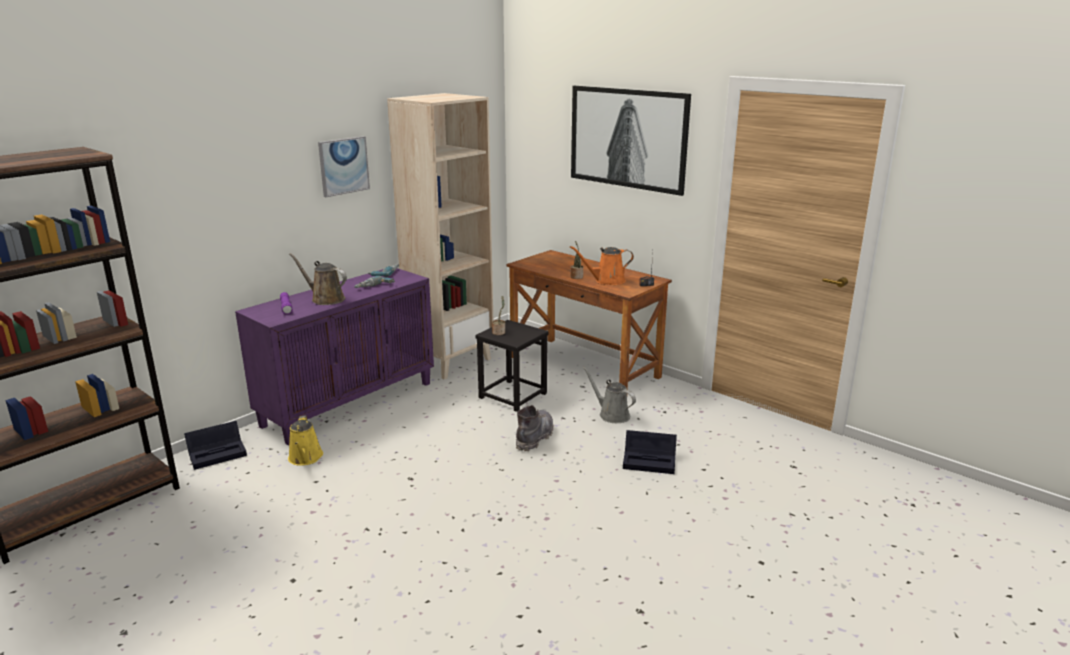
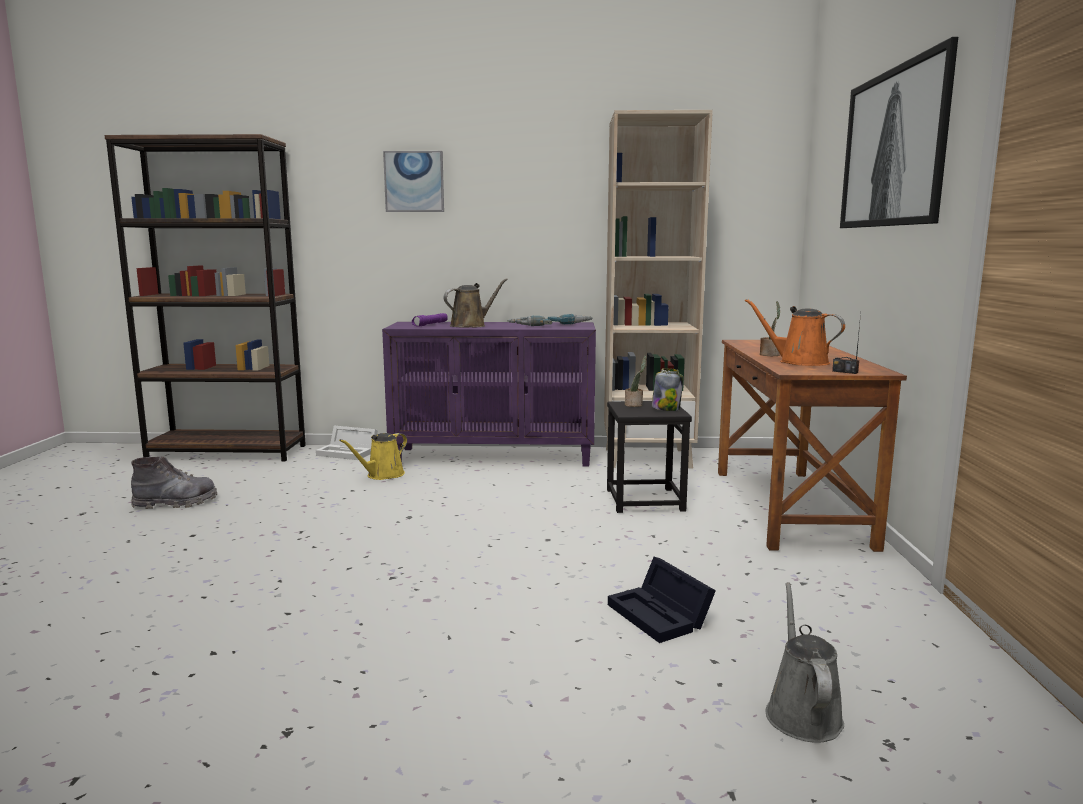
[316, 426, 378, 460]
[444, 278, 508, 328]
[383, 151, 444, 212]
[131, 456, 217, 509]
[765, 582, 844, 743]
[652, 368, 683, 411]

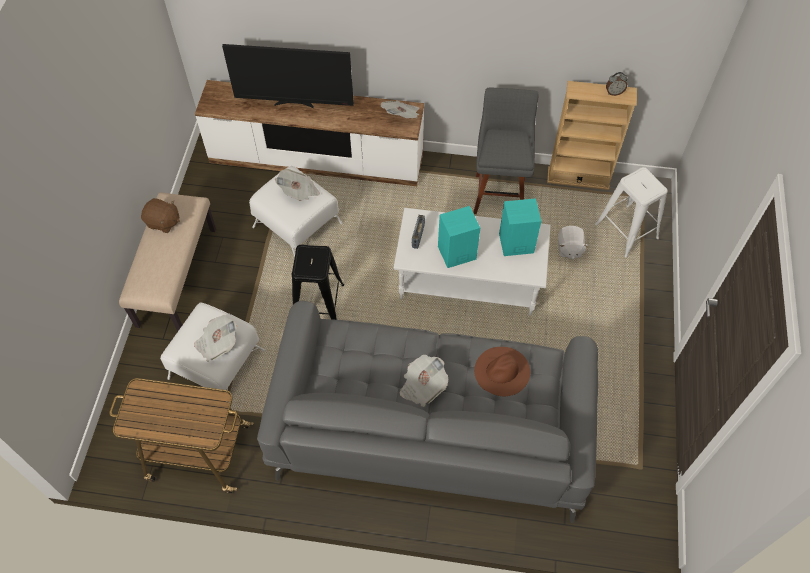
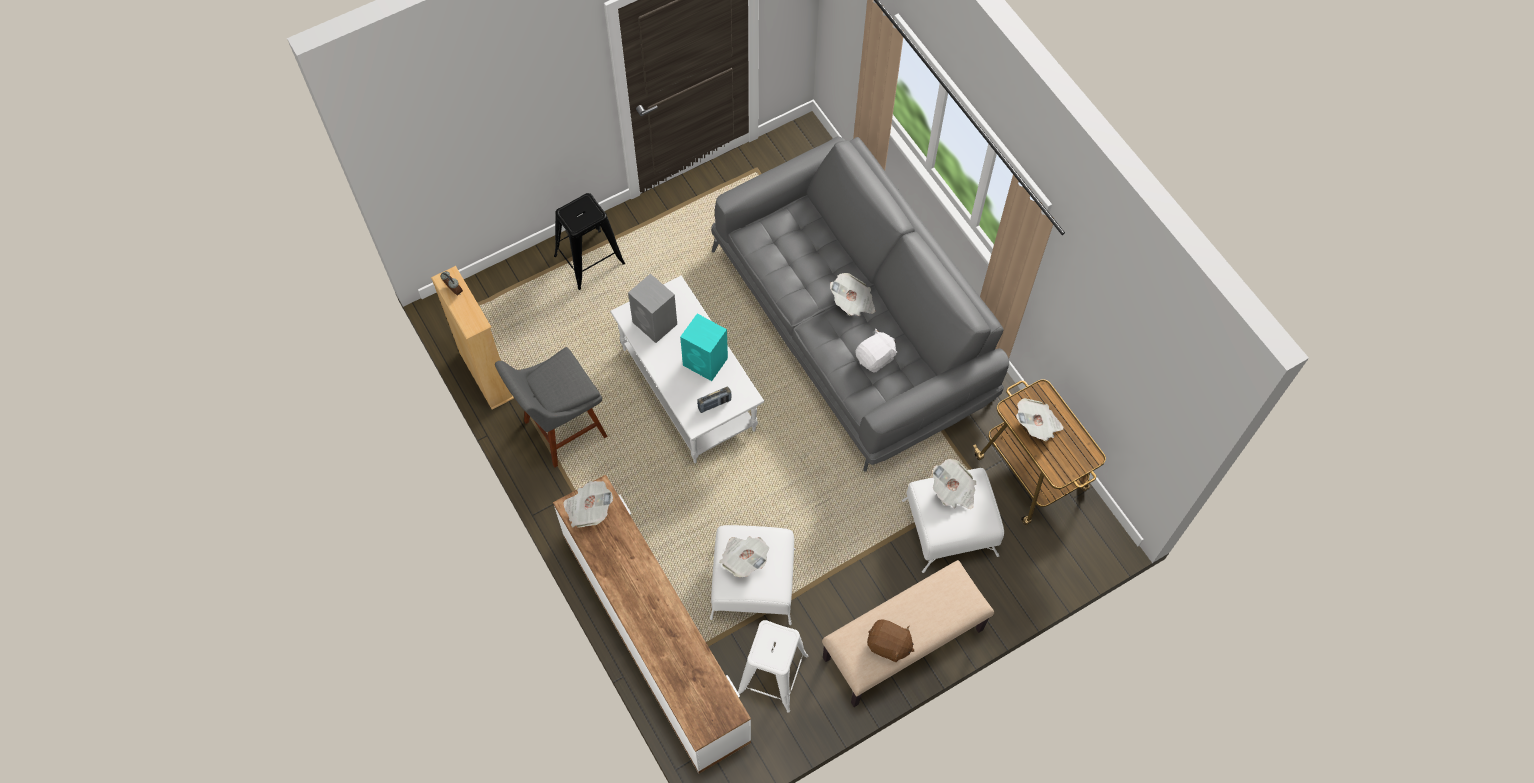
[867, 619, 914, 662]
[222, 44, 354, 108] (first image)
[554, 193, 625, 290]
[474, 347, 530, 396] (first image)
[628, 274, 677, 343]
[855, 328, 897, 373]
[738, 620, 808, 713]
[1016, 398, 1064, 441]

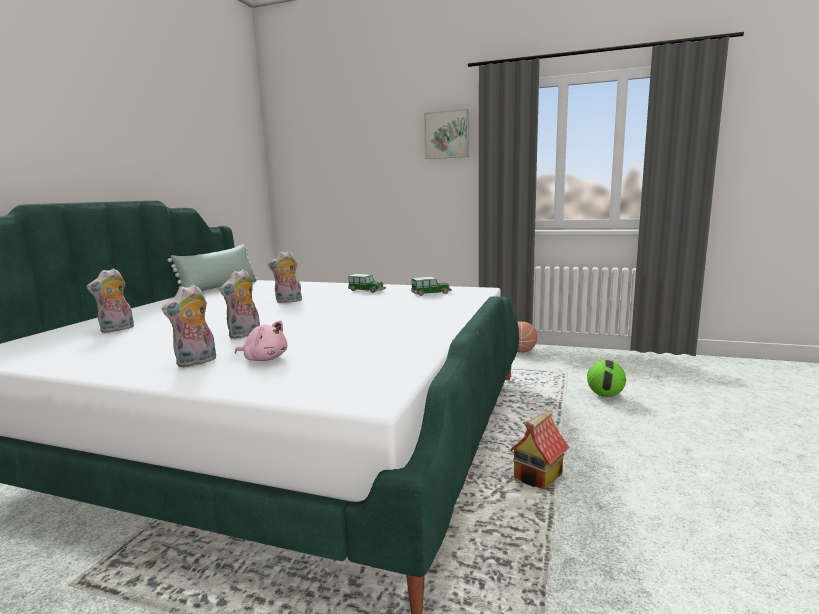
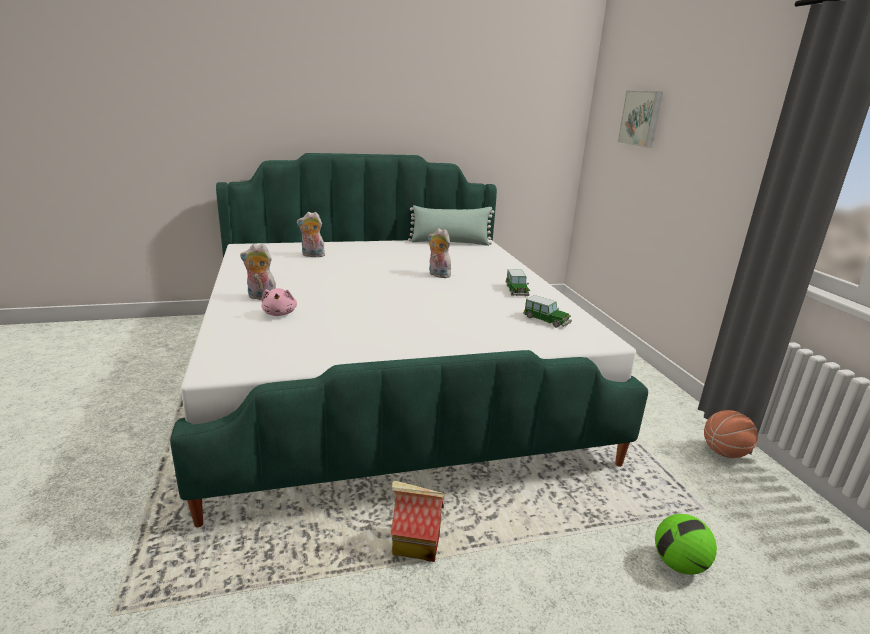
[219, 269, 260, 339] (first image)
[618, 91, 663, 148]

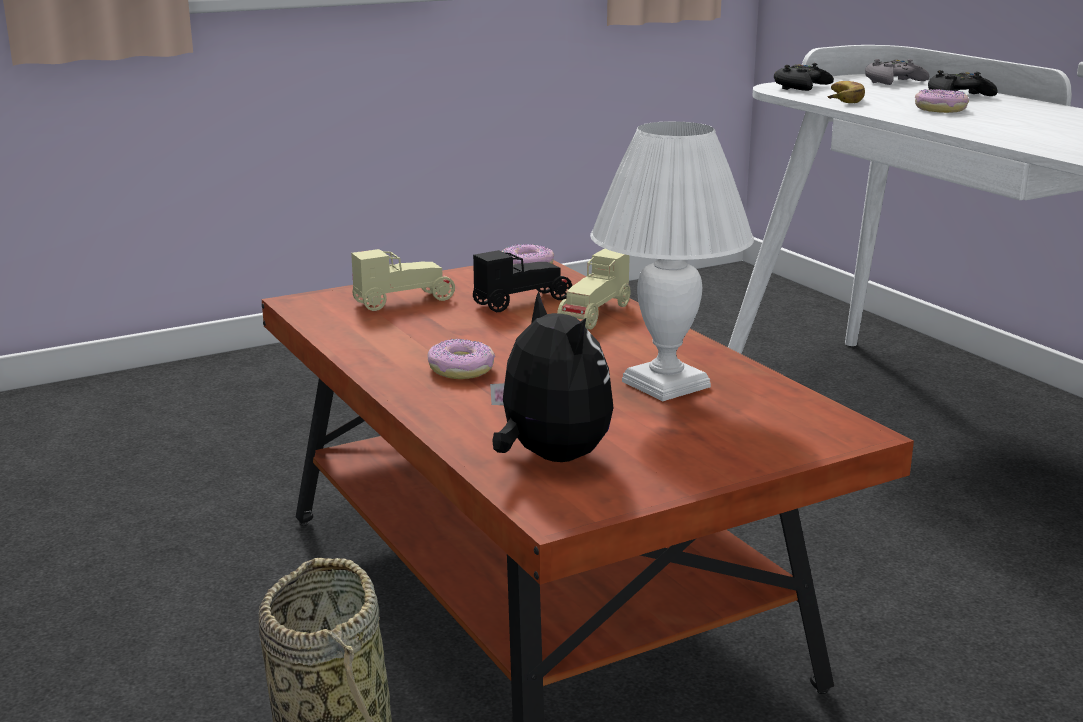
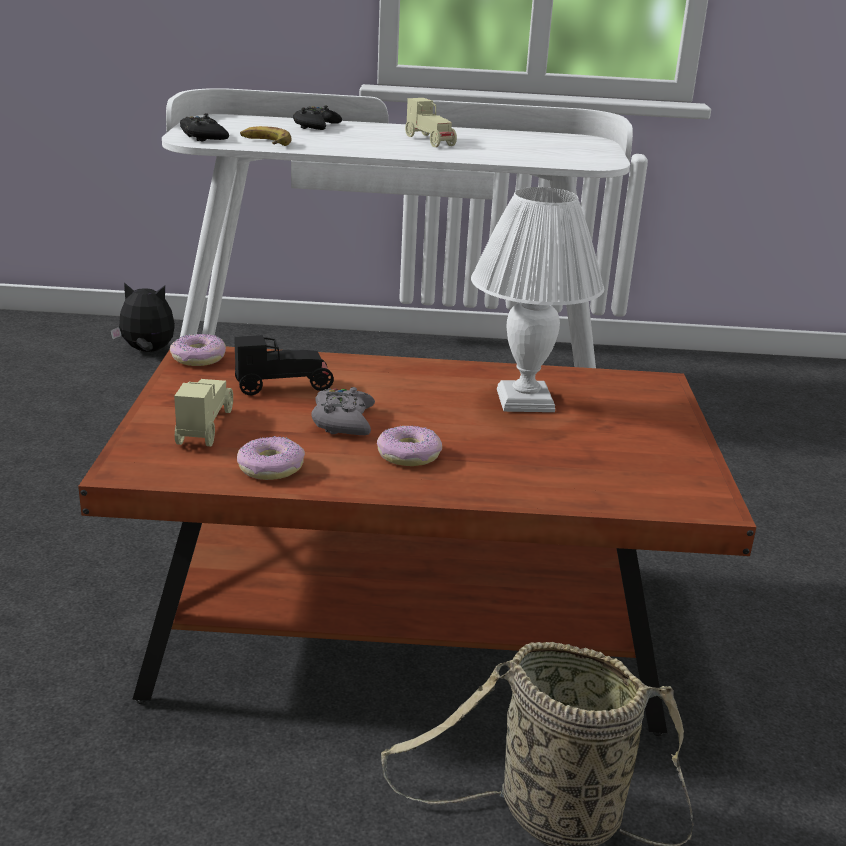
[234, 335, 334, 395]
[110, 282, 175, 352]
[405, 98, 457, 147]
[312, 387, 375, 435]
[237, 436, 305, 480]

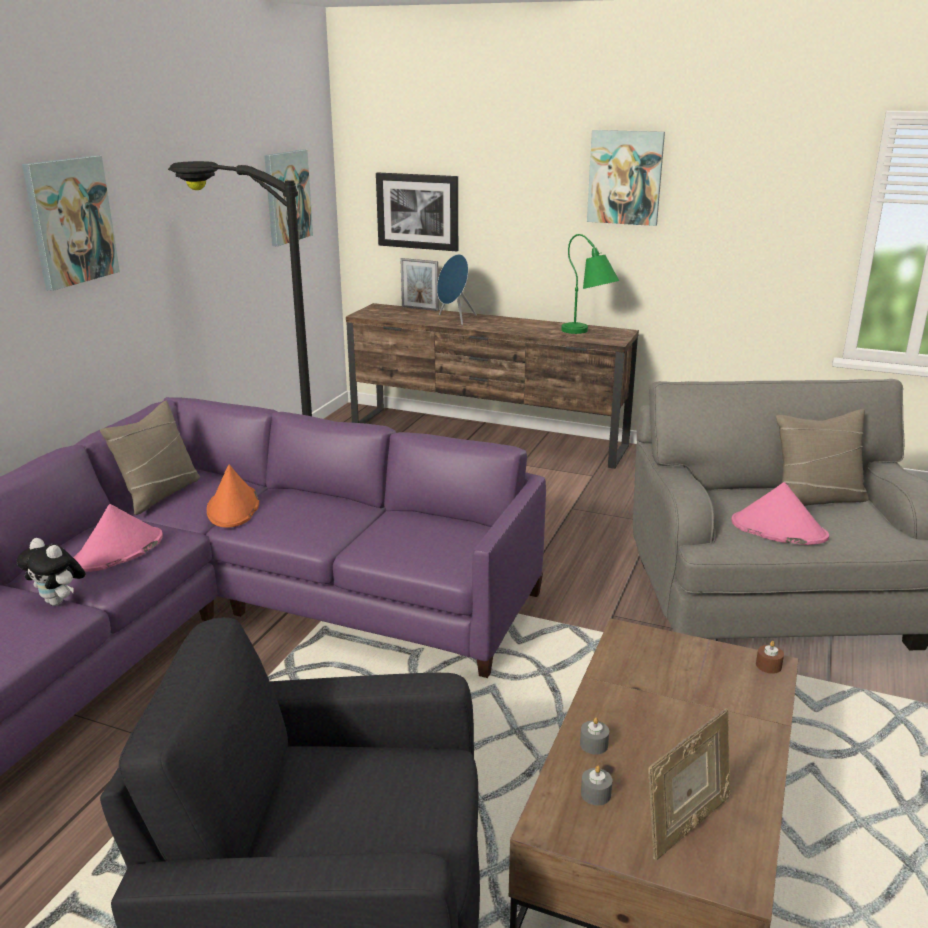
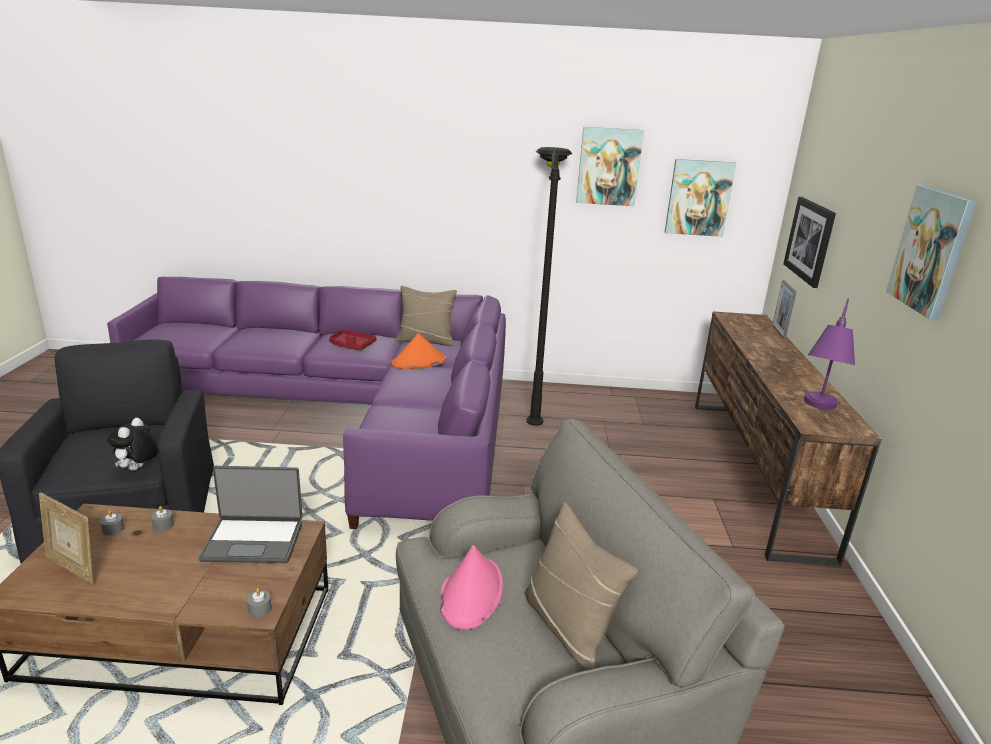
[107, 418, 158, 471]
[576, 127, 644, 206]
[329, 329, 376, 351]
[437, 254, 477, 325] (first image)
[804, 298, 855, 410]
[247, 588, 272, 618]
[198, 466, 303, 563]

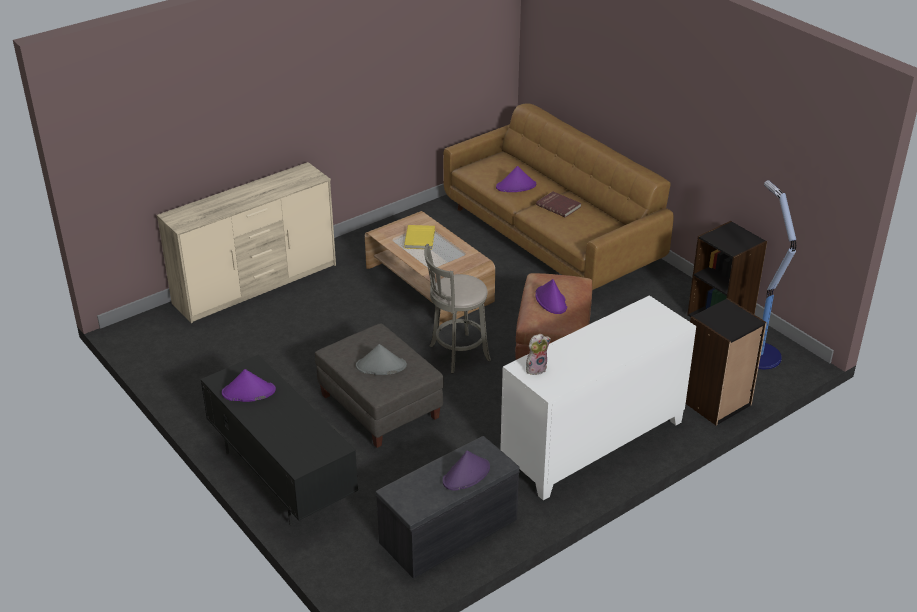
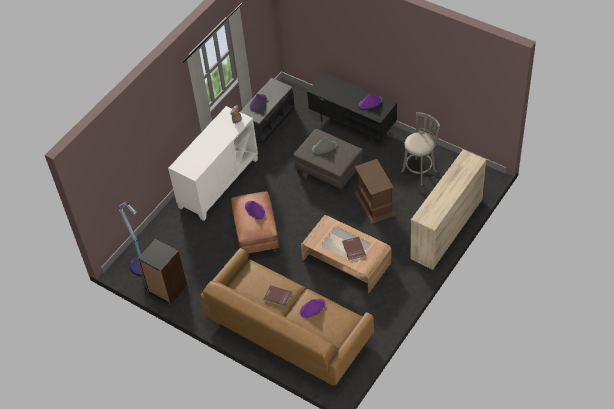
[342, 236, 366, 260]
[401, 112, 440, 185]
[686, 298, 767, 426] (first image)
[354, 159, 396, 224]

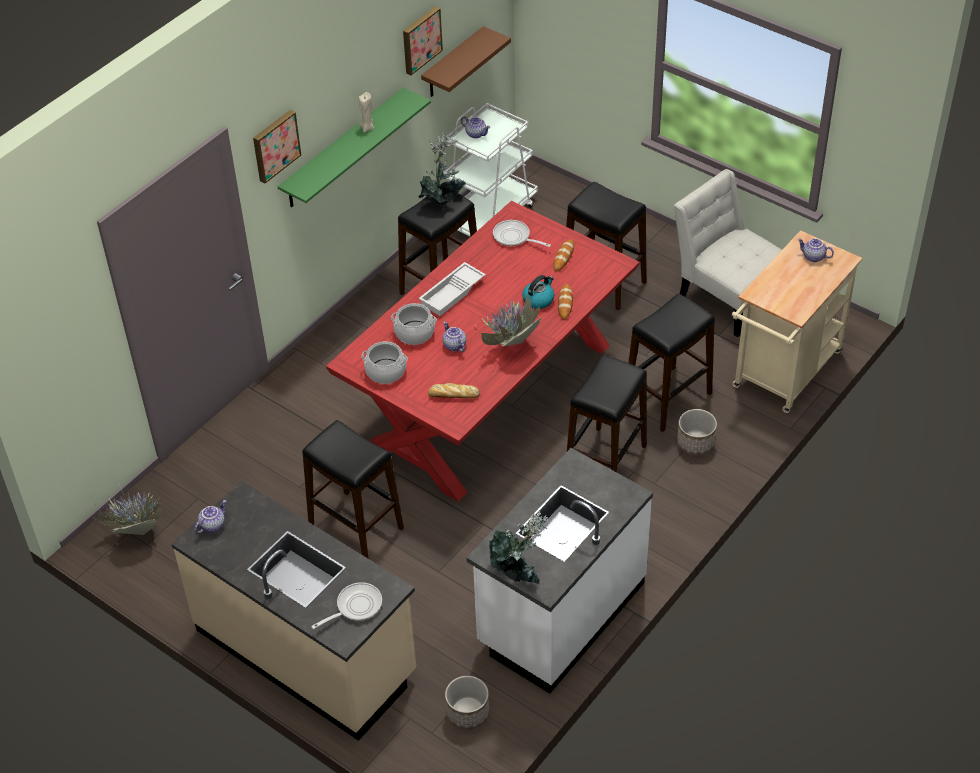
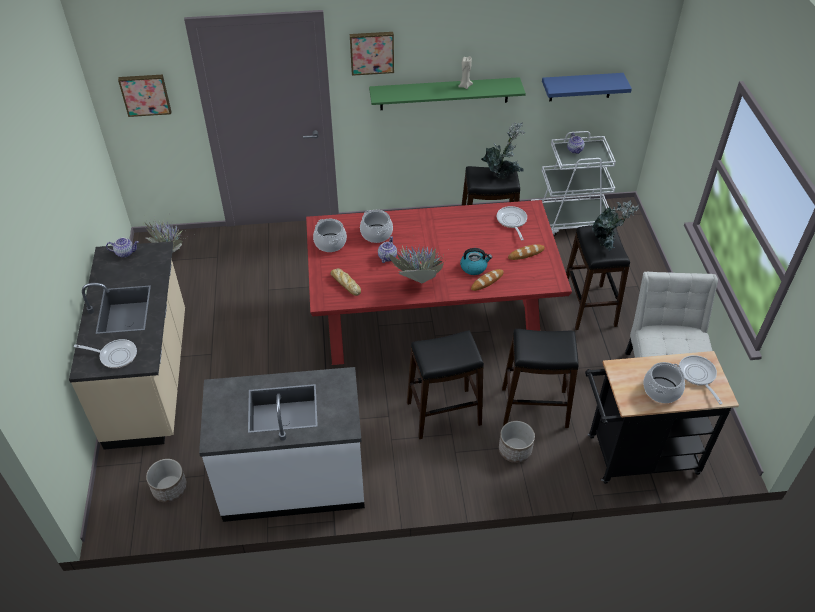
[302, 420, 404, 559] (first image)
[118, 75, 171, 117]
[419, 262, 486, 316] (first image)
[542, 73, 632, 101]
[592, 200, 639, 251]
[585, 351, 739, 484]
[679, 355, 723, 405]
[643, 362, 685, 403]

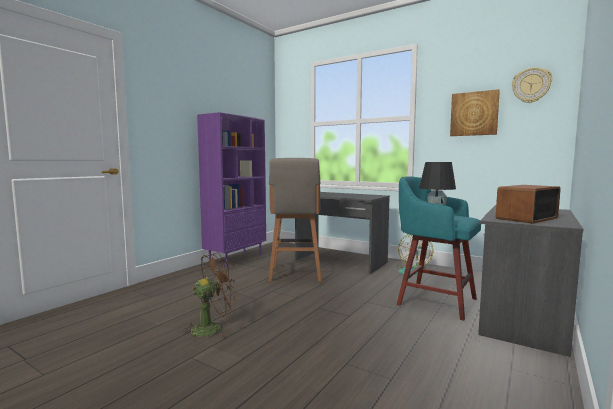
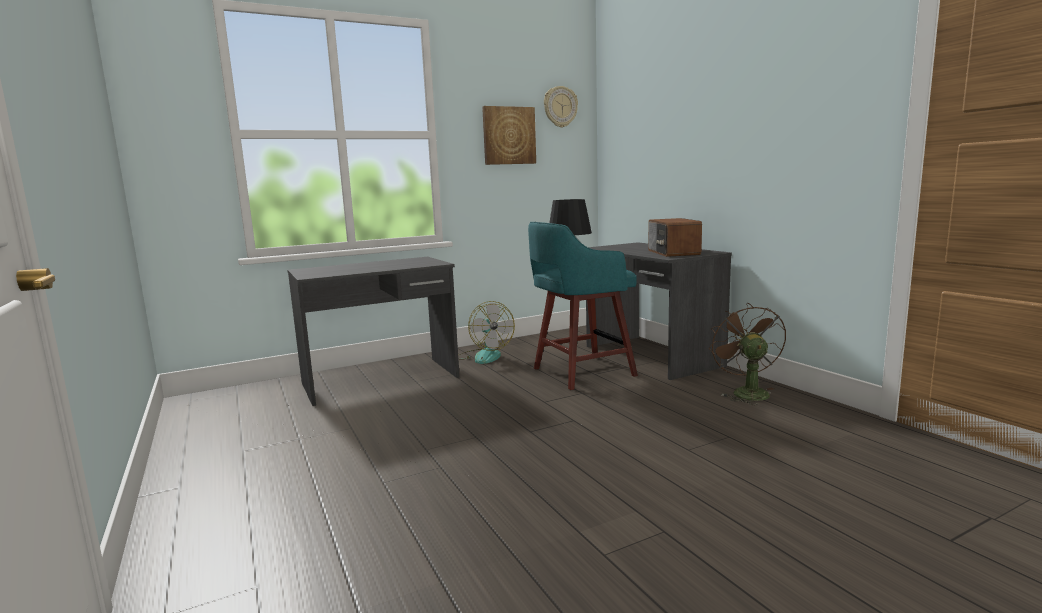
[709, 303, 786, 405]
[197, 112, 266, 268] (first image)
[268, 158, 322, 282] (first image)

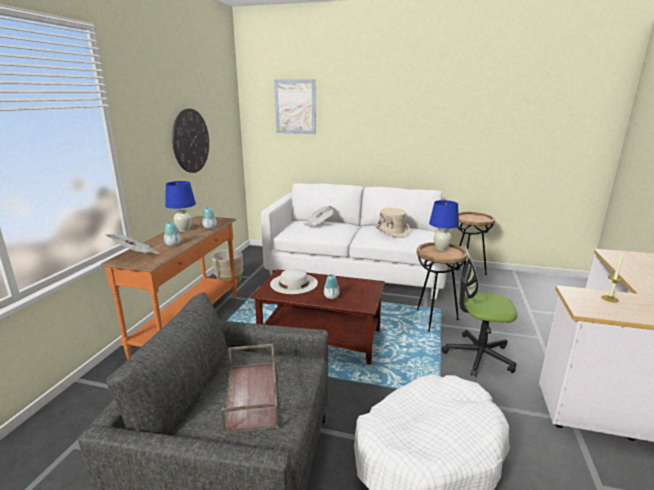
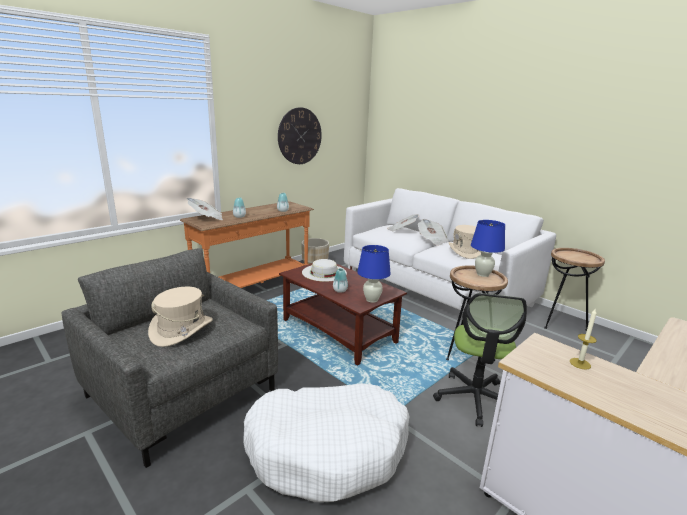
[357, 245, 391, 303]
[148, 287, 213, 347]
[274, 79, 316, 134] (first image)
[433, 293, 527, 427]
[418, 219, 448, 246]

